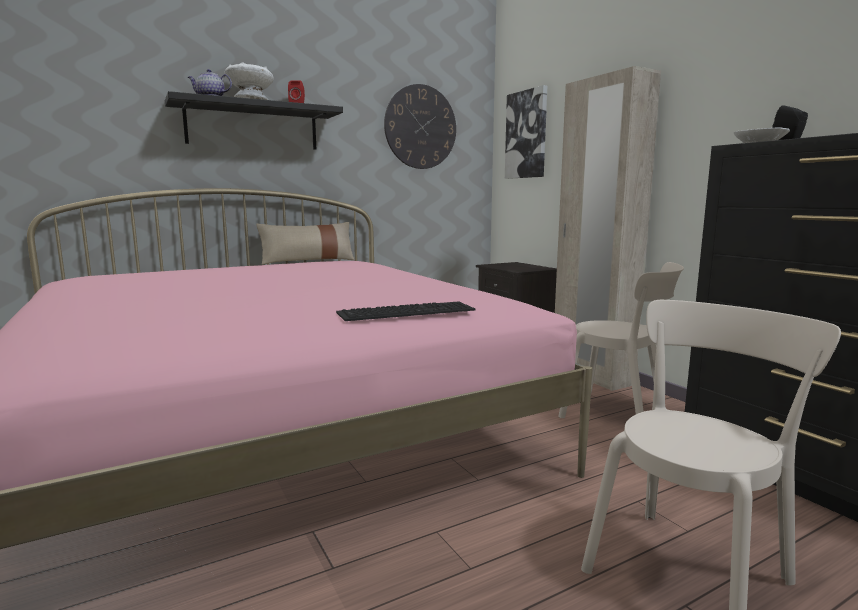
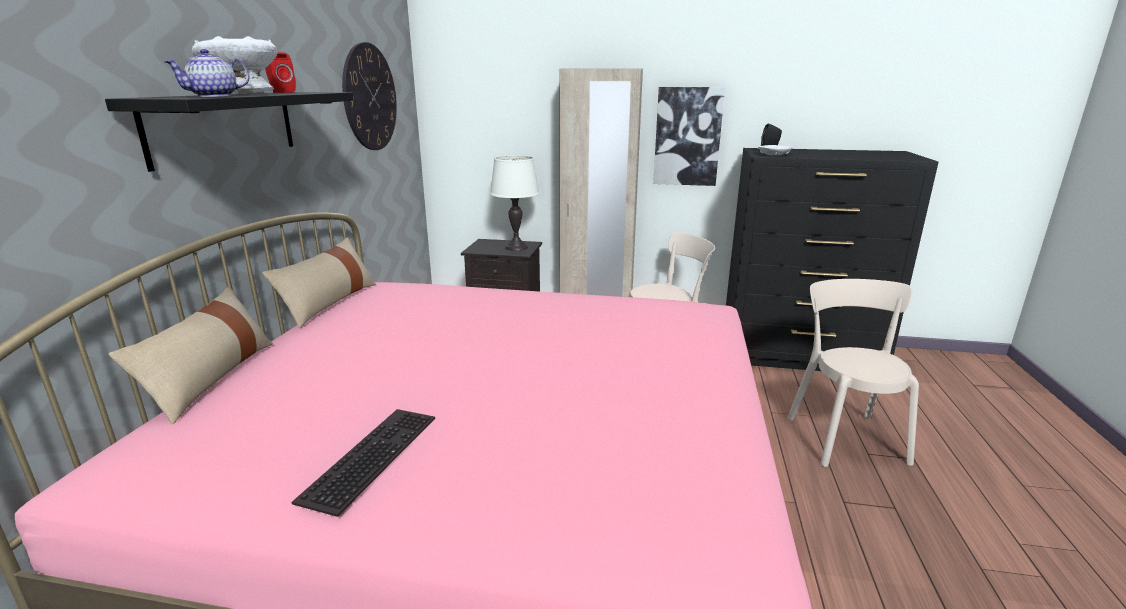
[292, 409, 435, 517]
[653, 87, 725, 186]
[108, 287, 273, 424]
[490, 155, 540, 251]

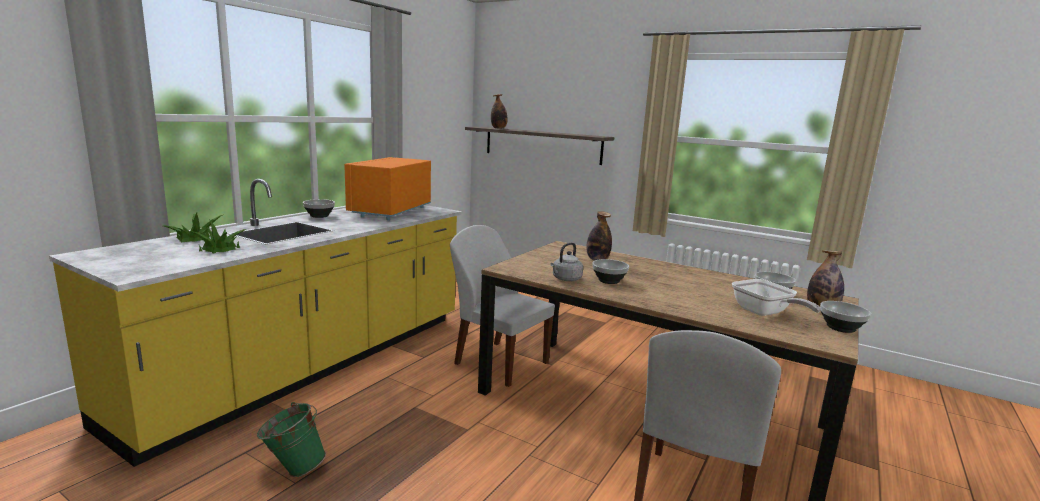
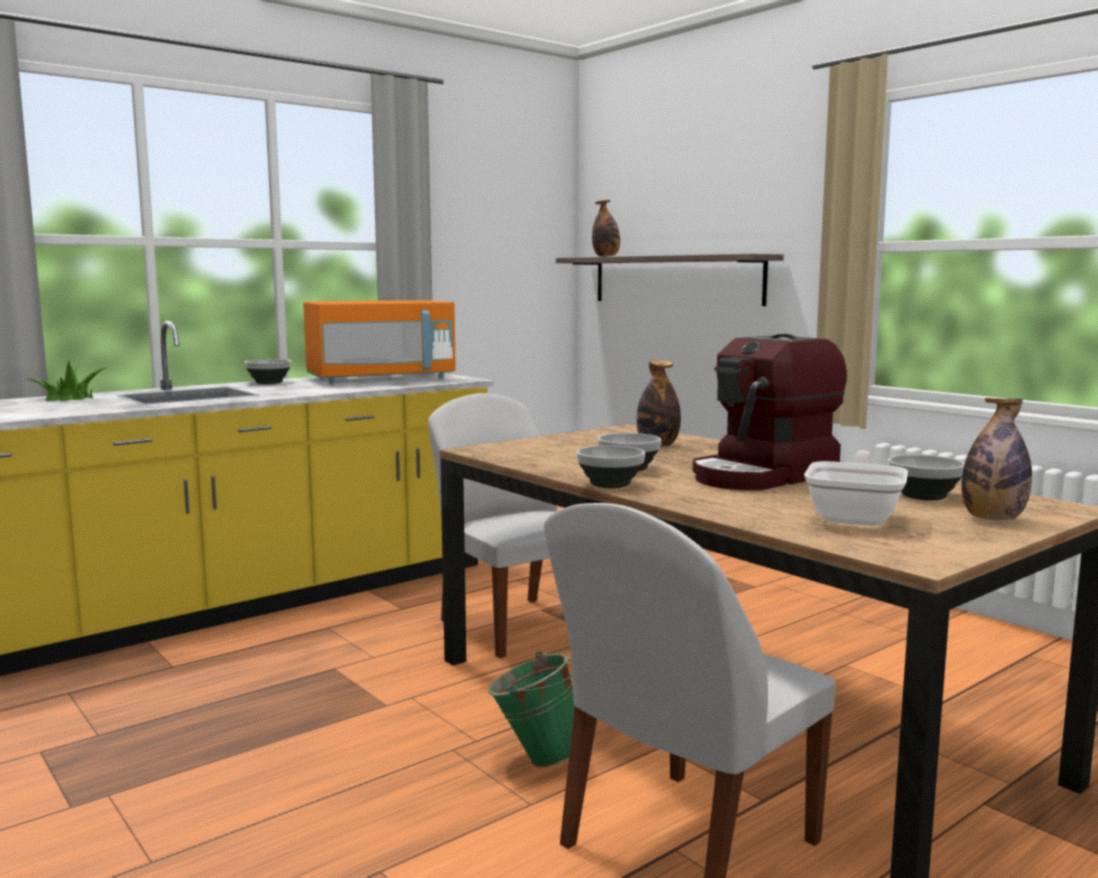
[188, 219, 247, 253] (first image)
[488, 651, 574, 767]
[303, 300, 456, 383]
[550, 242, 583, 281] (first image)
[804, 450, 908, 526]
[576, 445, 645, 488]
[693, 334, 847, 490]

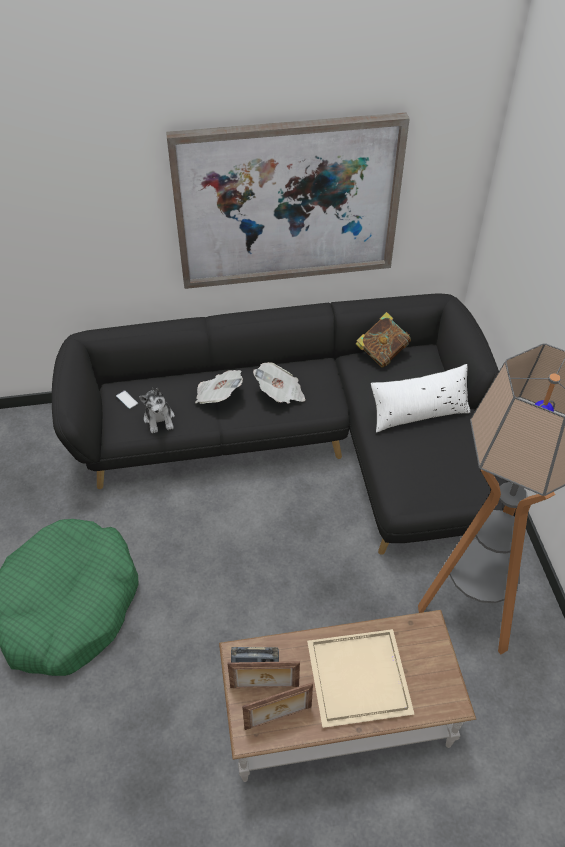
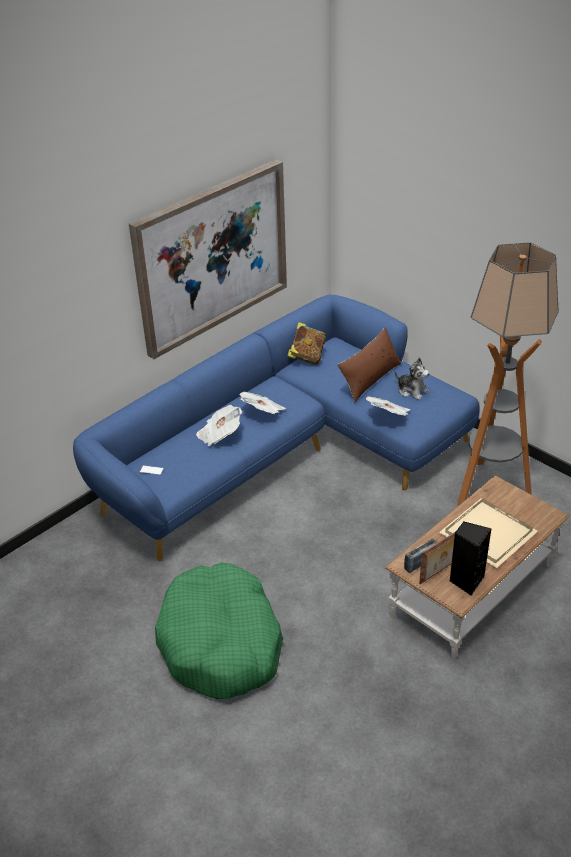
[73, 295, 480, 561]
[395, 357, 430, 400]
[450, 521, 491, 596]
[338, 328, 401, 402]
[366, 397, 410, 416]

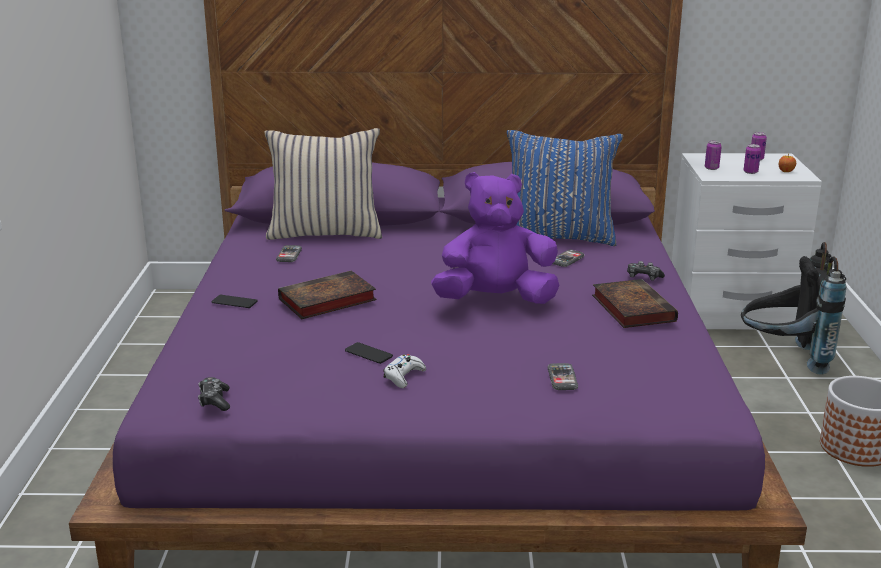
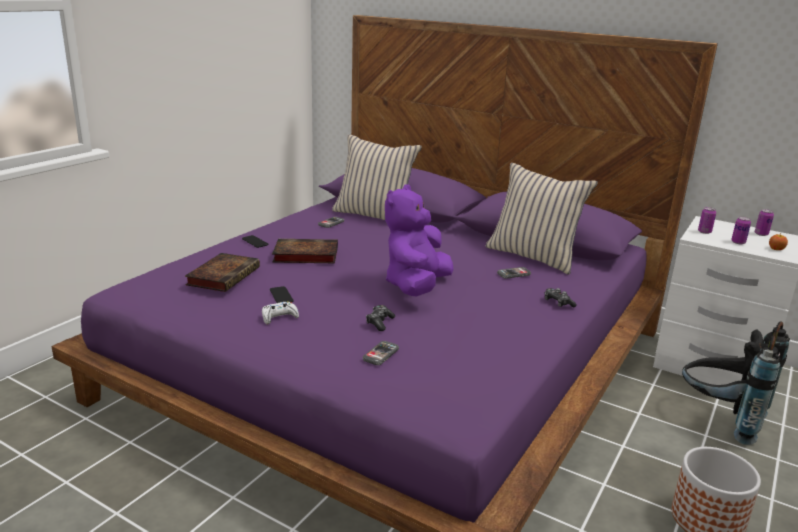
[366, 305, 396, 331]
[385, 184, 454, 297]
[486, 163, 598, 275]
[185, 253, 260, 292]

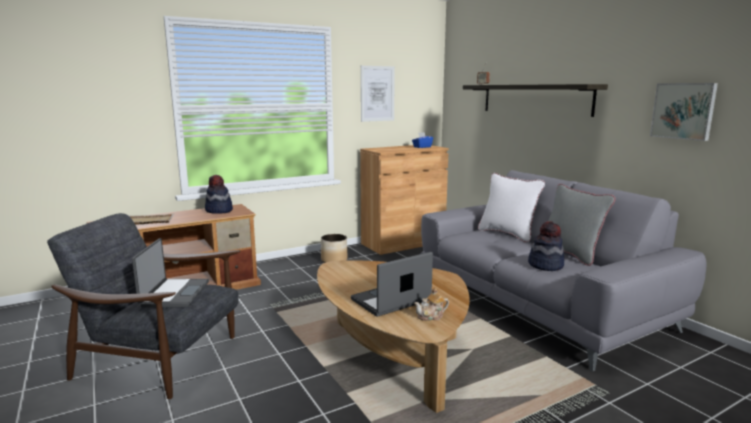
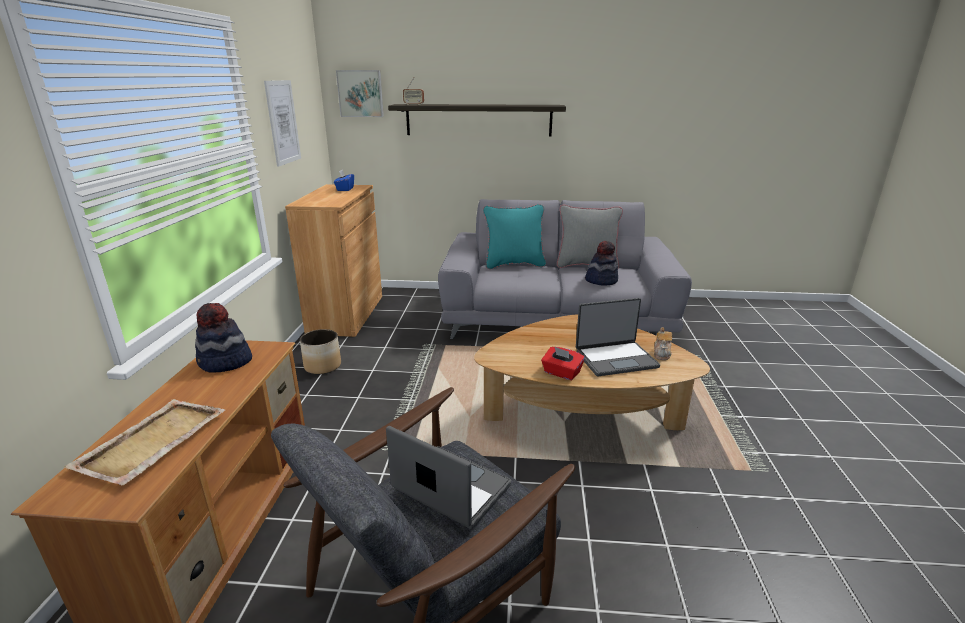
[576, 298, 660, 376]
[483, 204, 546, 269]
[336, 70, 384, 117]
[541, 347, 585, 380]

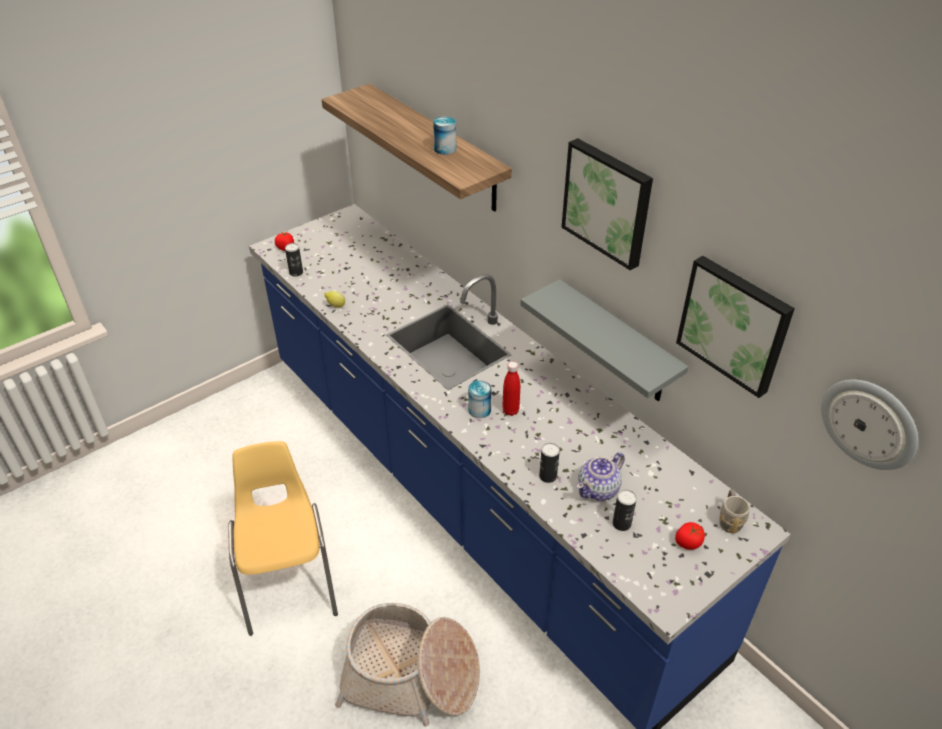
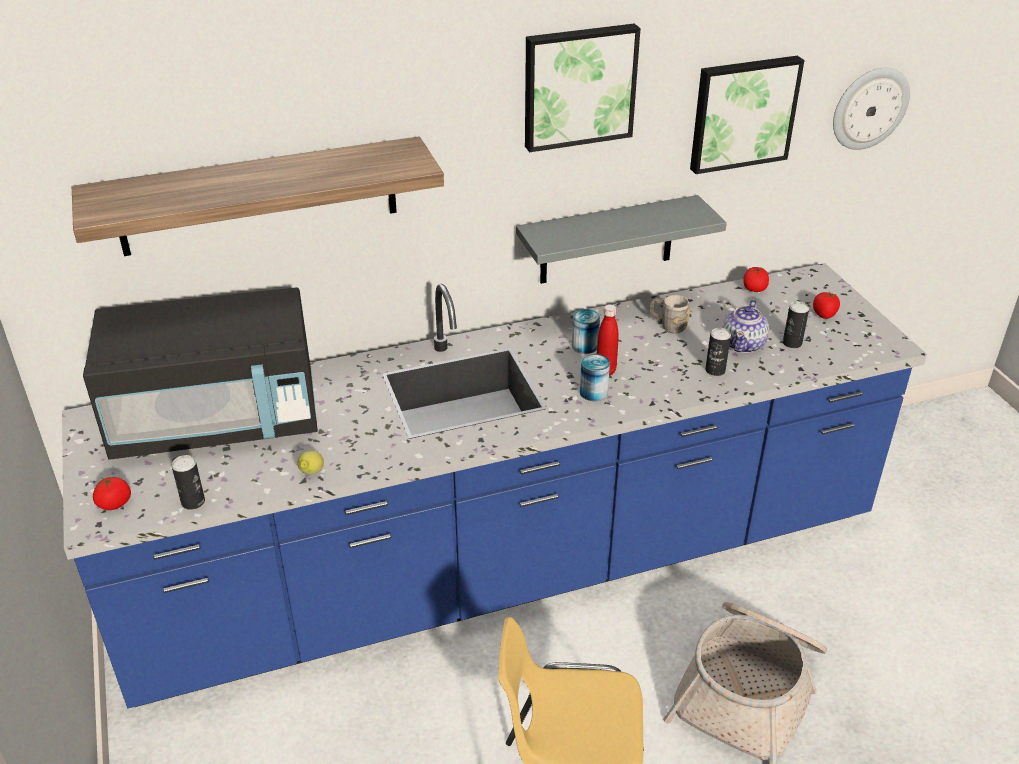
[572, 309, 600, 354]
[722, 300, 769, 353]
[650, 295, 690, 333]
[83, 287, 318, 460]
[744, 267, 769, 292]

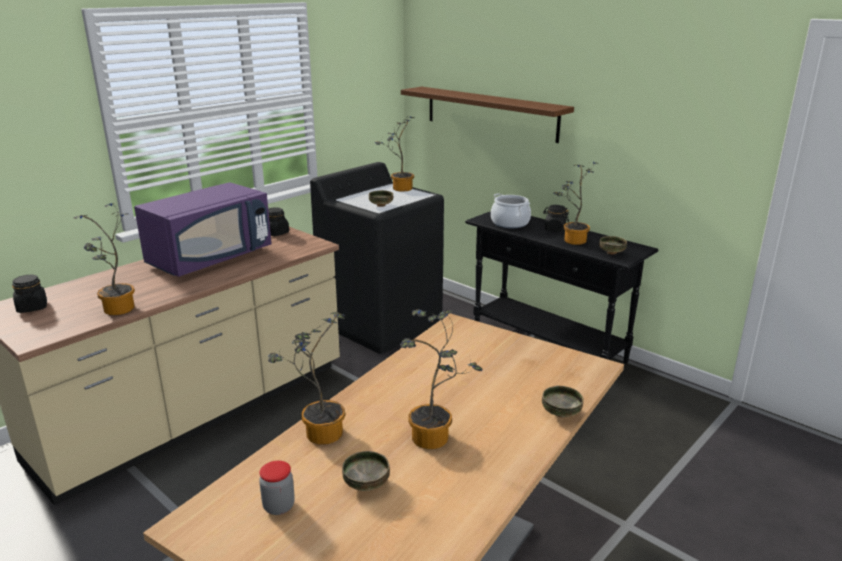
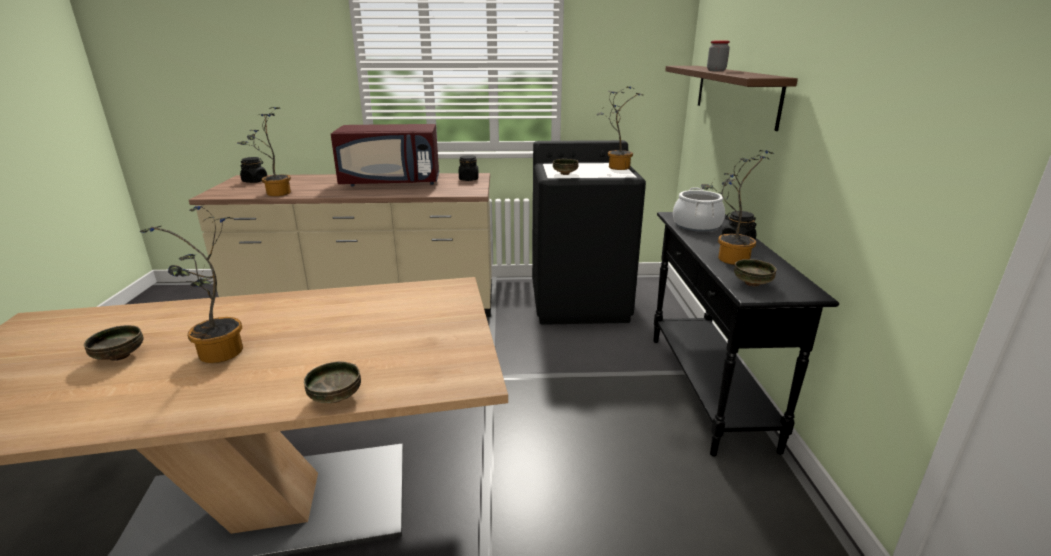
[331, 124, 439, 186]
[707, 40, 730, 71]
[268, 312, 345, 445] (first image)

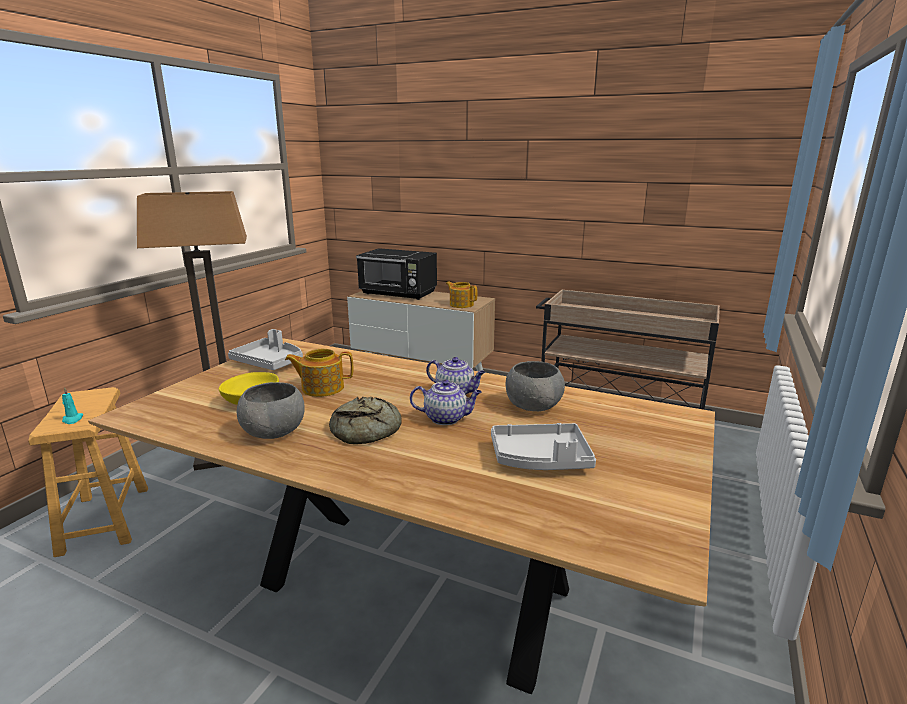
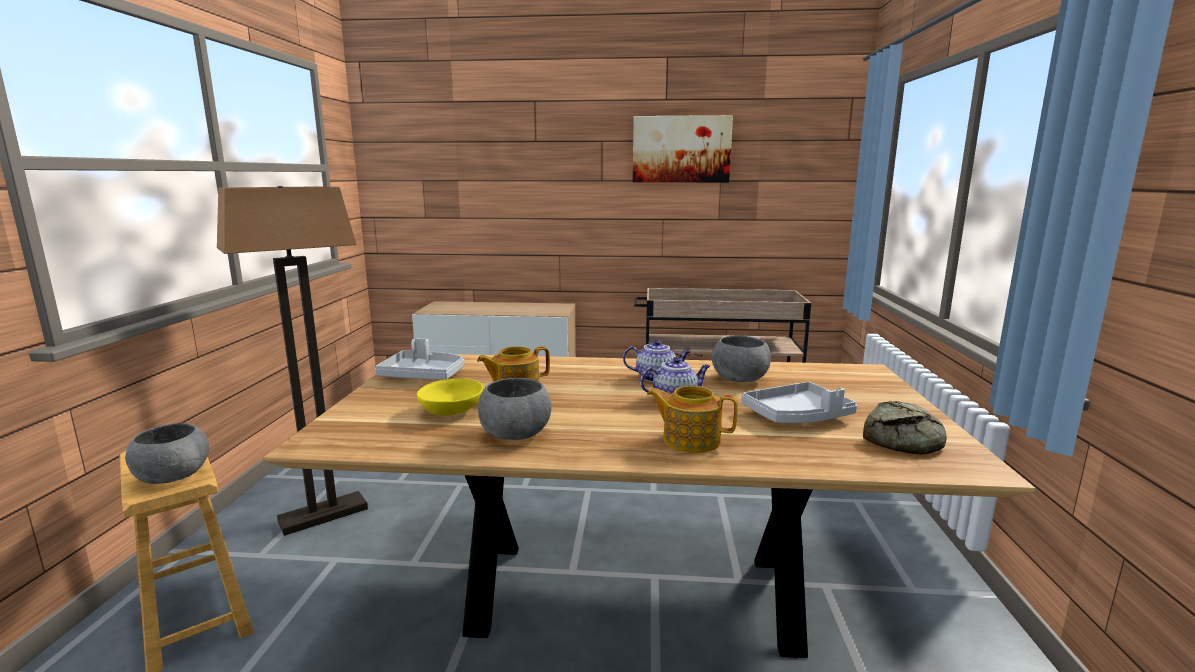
[125, 423, 209, 484]
[863, 401, 947, 455]
[356, 248, 437, 300] (first image)
[647, 386, 738, 453]
[633, 115, 733, 182]

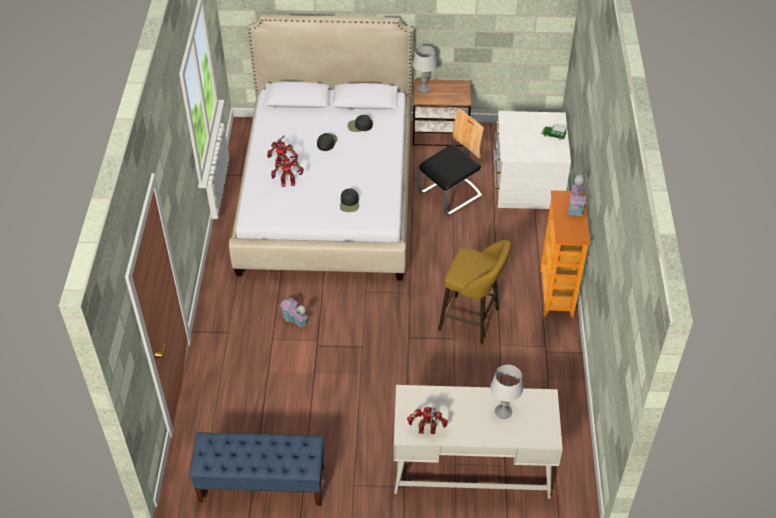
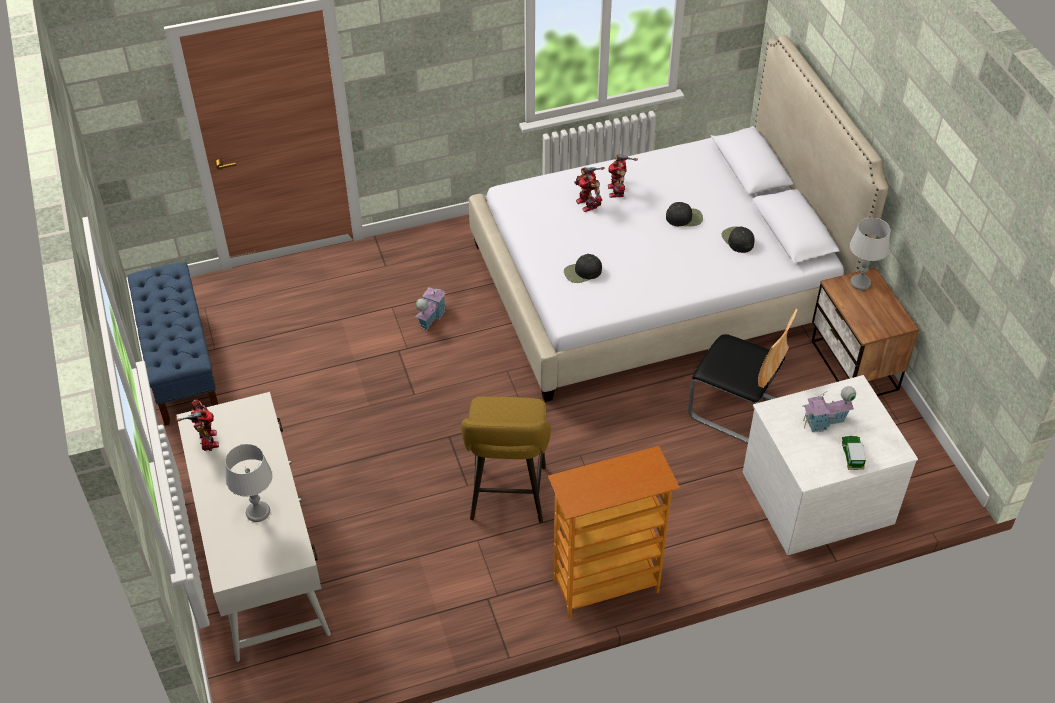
[803, 386, 856, 432]

